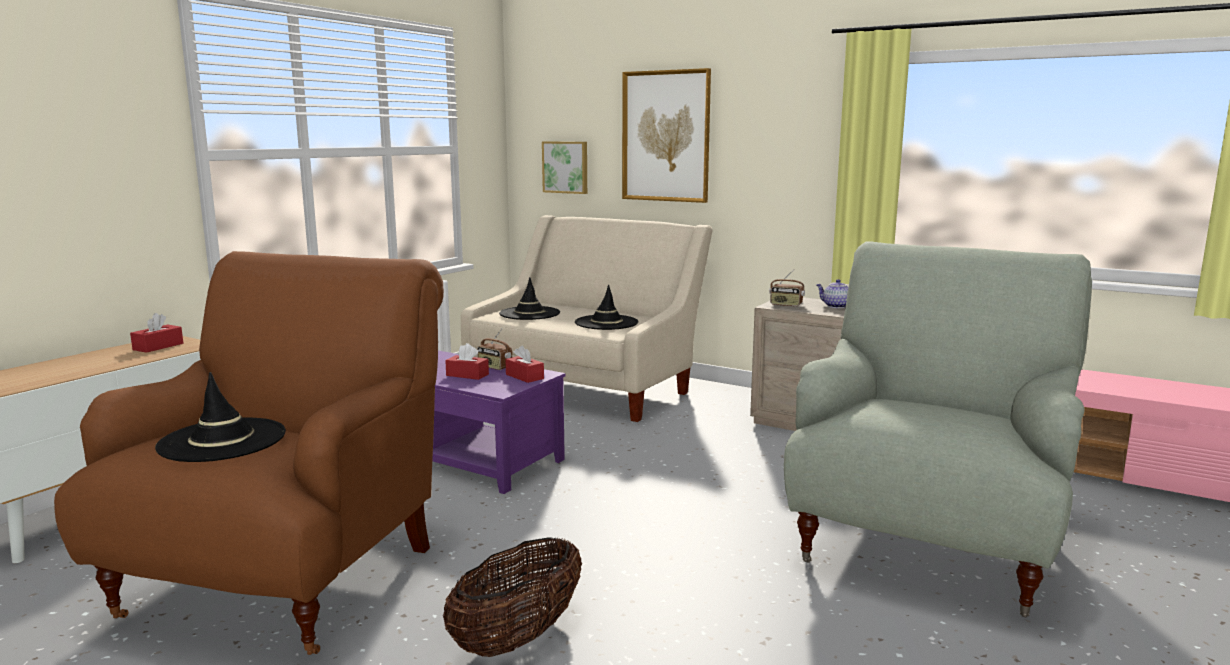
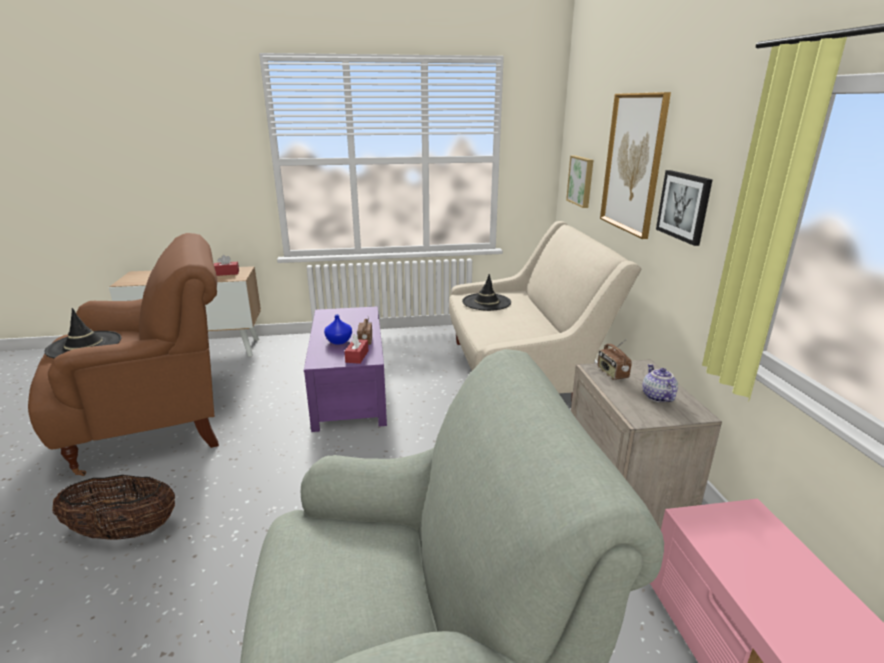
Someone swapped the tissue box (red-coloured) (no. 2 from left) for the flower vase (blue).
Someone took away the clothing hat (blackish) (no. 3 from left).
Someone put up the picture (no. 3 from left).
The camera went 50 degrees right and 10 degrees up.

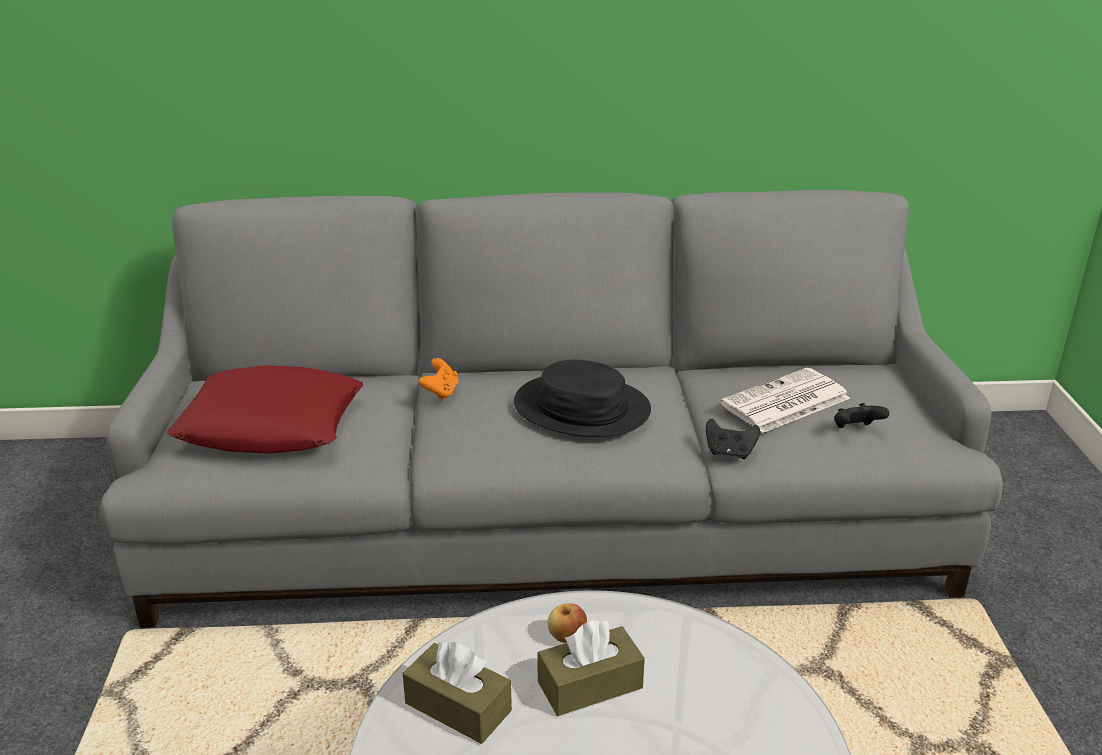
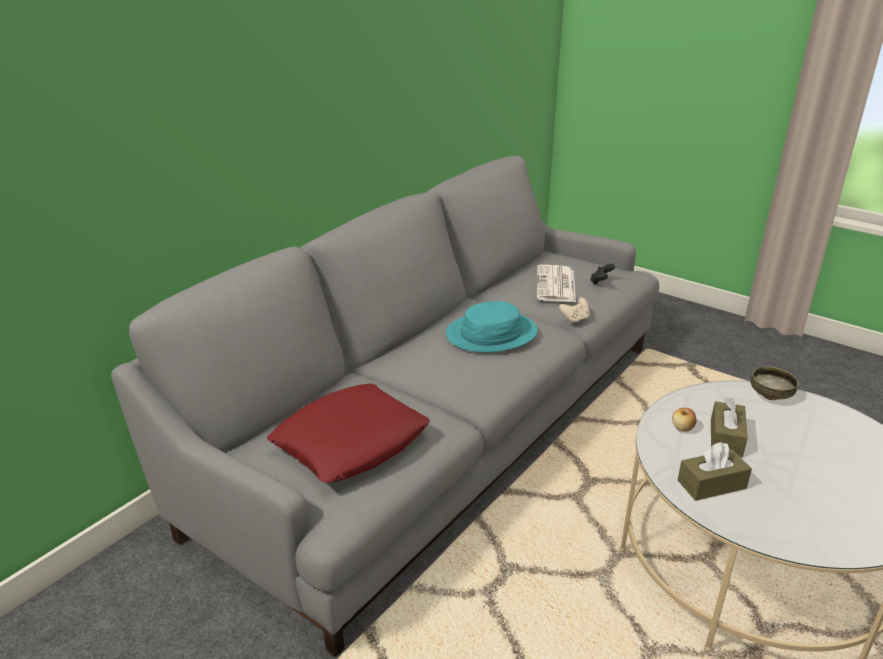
Someone took away the joypad (orange-coloured).
Someone repainted the clothing hat (blackish), which became the clothing hat (turquoise).
Someone repainted the joypad (blackish) (no. 1 from left), which became the joypad (beige-coloured).
Someone put down the bowl.
The camera went 50 degrees left and 0 degrees up.

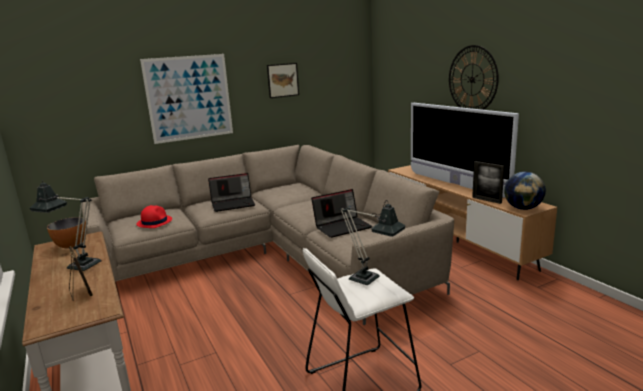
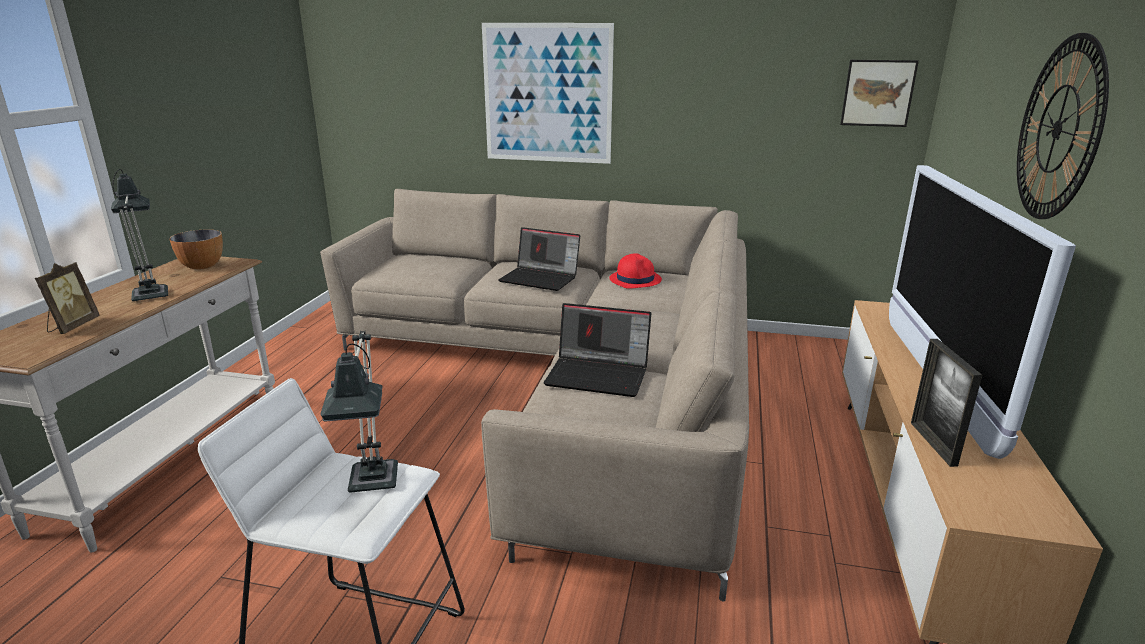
Someone carried the clothing hat (red-coloured).
Someone carried the picture (no. 2 from left).
Someone took away the world globe.
The camera went 40 degrees right and 5 degrees up.

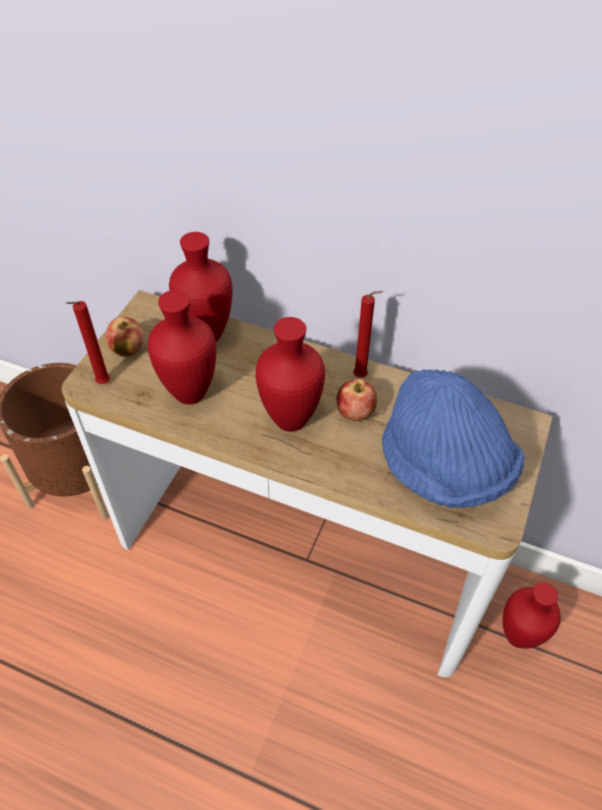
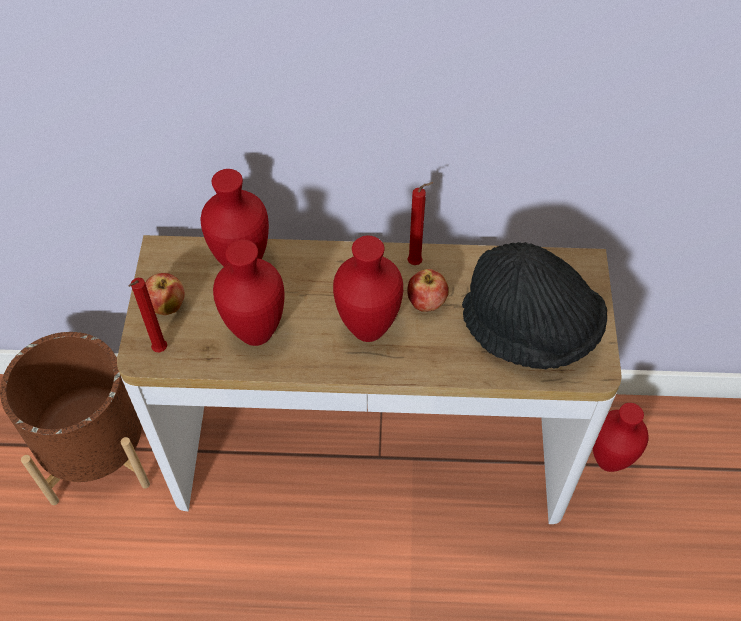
Someone repainted the clothing hat (blue), which became the clothing hat (blackish).
The camera went 20 degrees left and 5 degrees up.

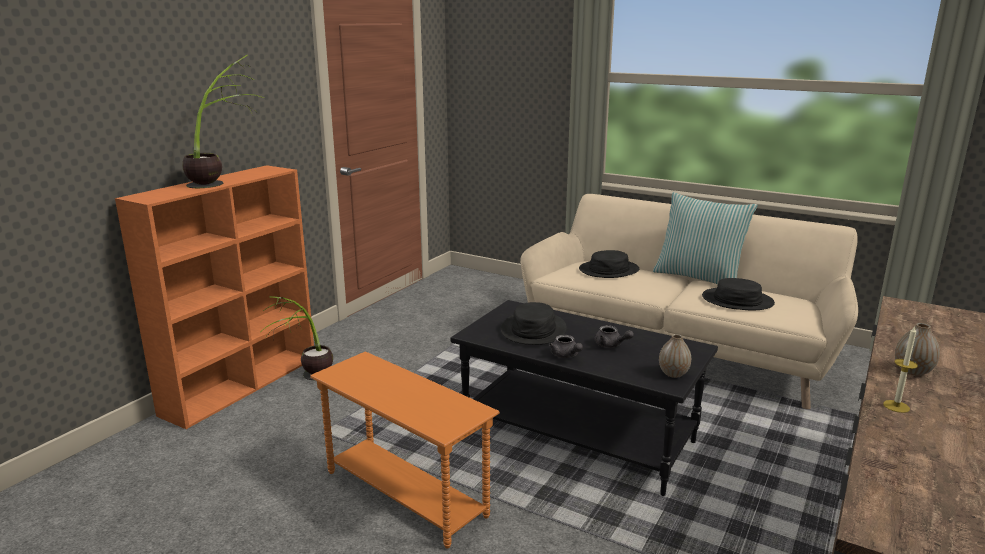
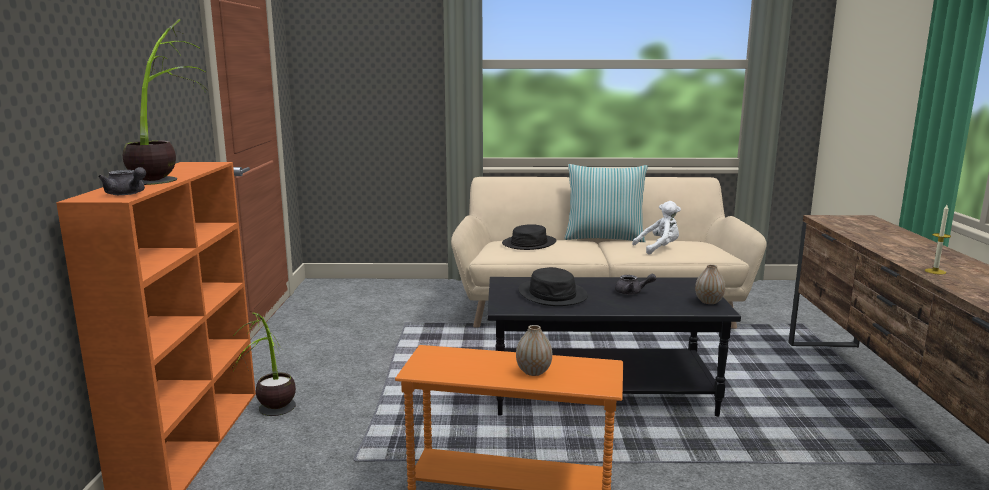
Someone carried the teapot (gray) (no. 1 from left).
Someone swapped the clothing hat (blackish) (no. 3 from left) for the soft toy (white).
Someone carried the flower vase (no. 2 from left in the first image).
The camera went 30 degrees left and 5 degrees down.

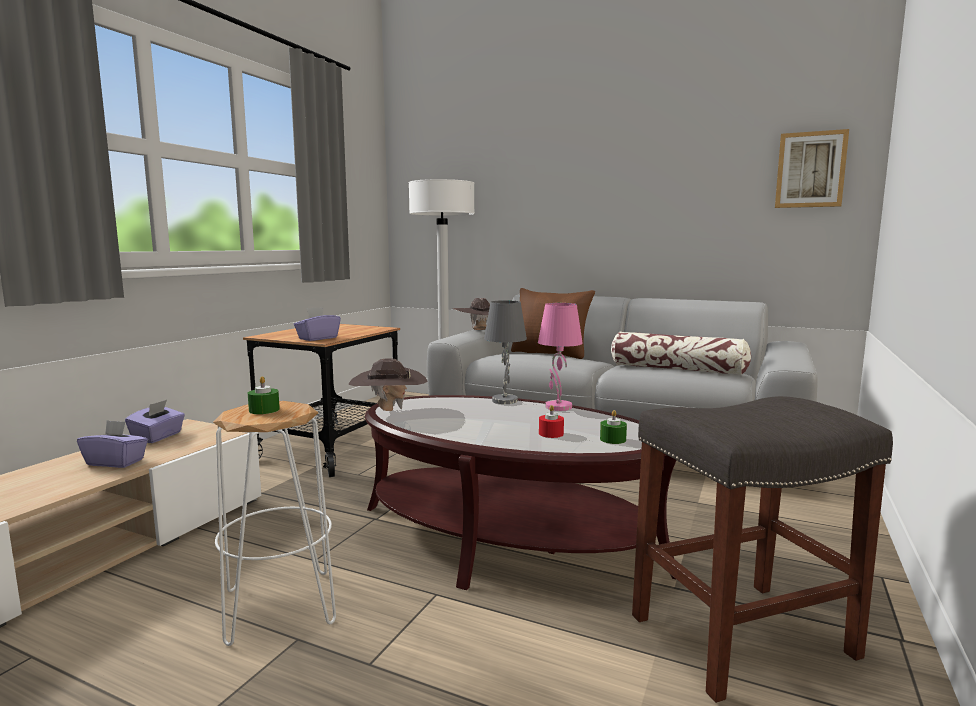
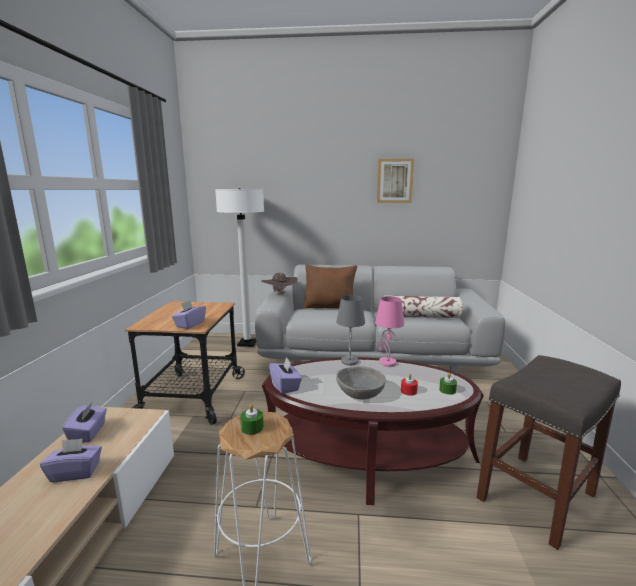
Someone swapped the clothing hat (brown-coloured) (no. 1 from left) for the tissue box (purplish) (no. 4 from left).
Someone carried the picture.
Someone put down the bowl (gray).
The camera went 20 degrees left and 5 degrees up.

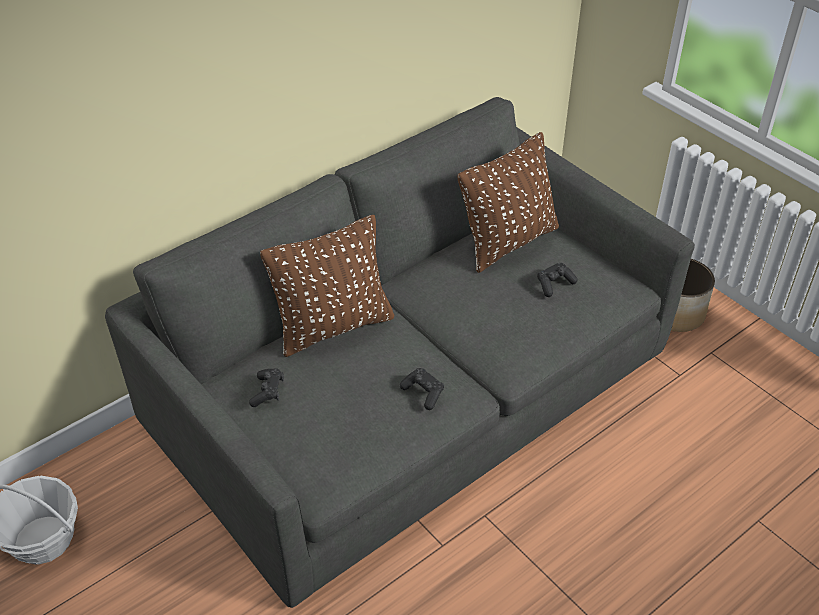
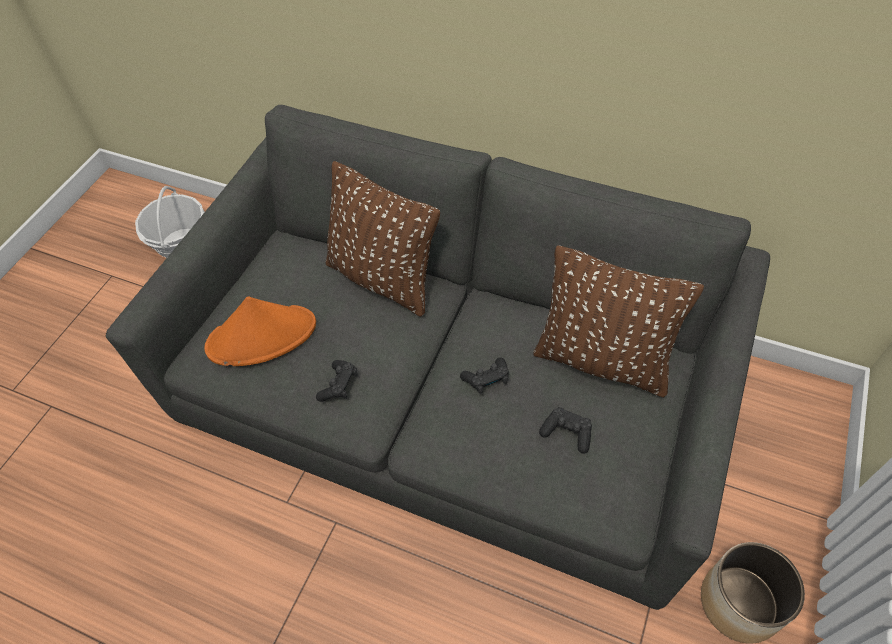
Someone carried the joypad (blackish) (no. 1 from left in the first image).
Someone put down the clothing hat (orange-coloured).
The camera went 65 degrees right and 10 degrees up.

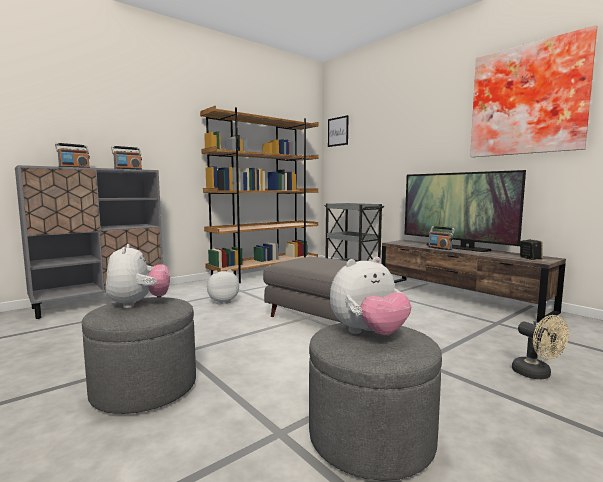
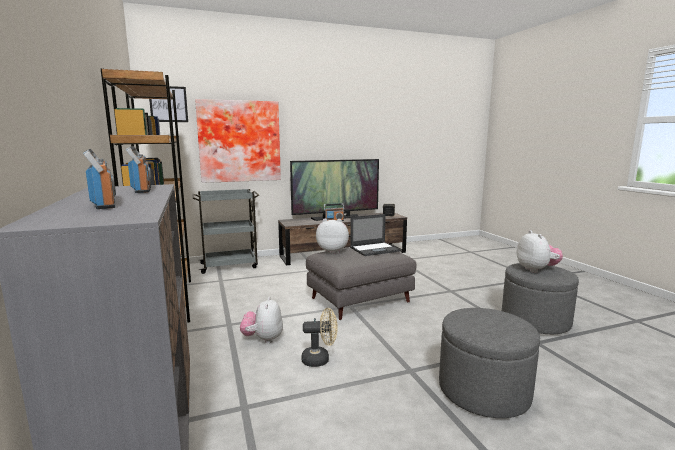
Someone carried the soft toy (no. 1 from left in the first image).
Someone carried the picture (no. 2 from left).
Someone carried the cooling fan (beige-coloured).
Someone put down the portable computer.
The camera went 70 degrees left and 5 degrees up.

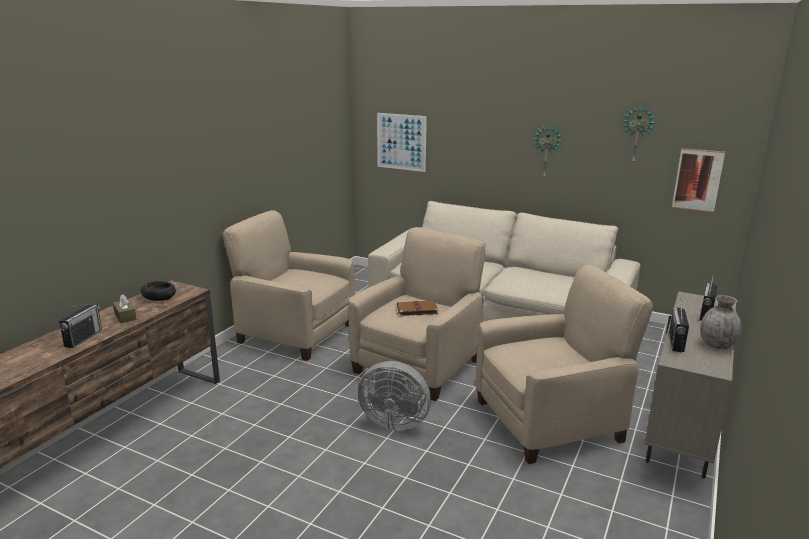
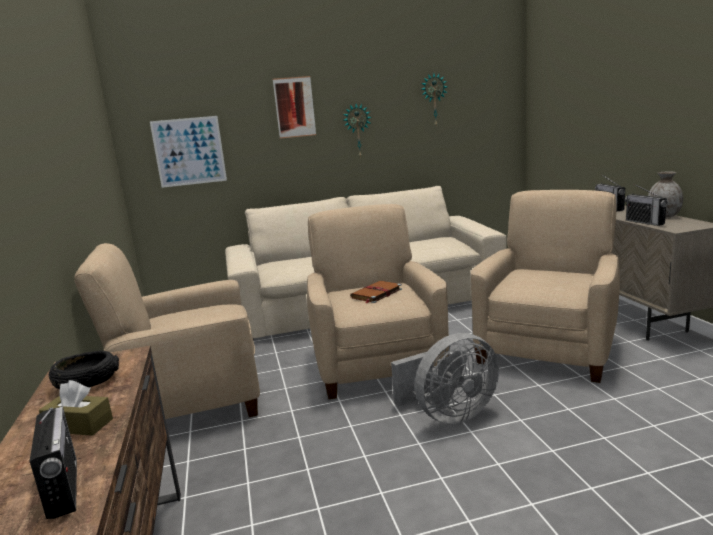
Someone carried the picture (no. 2 from left).
The camera went 40 degrees left and 5 degrees down.

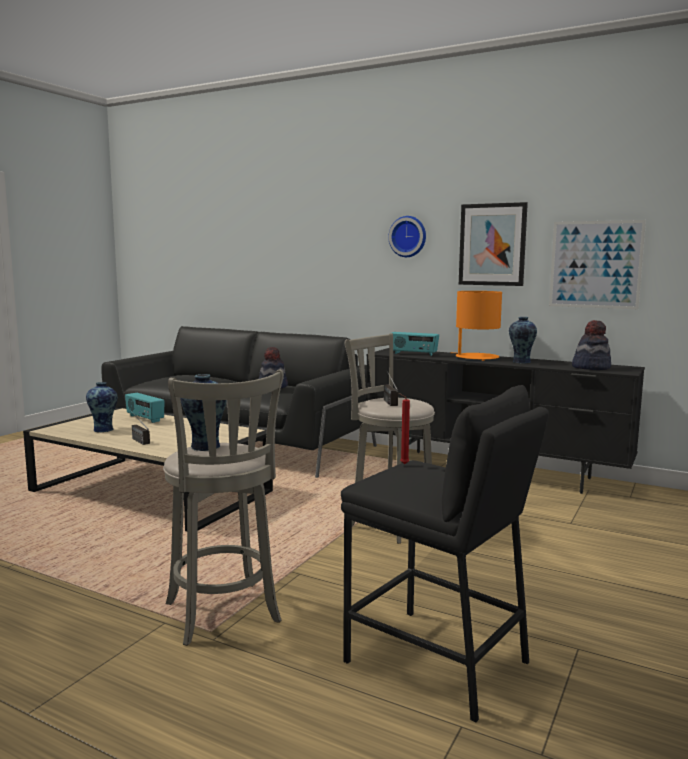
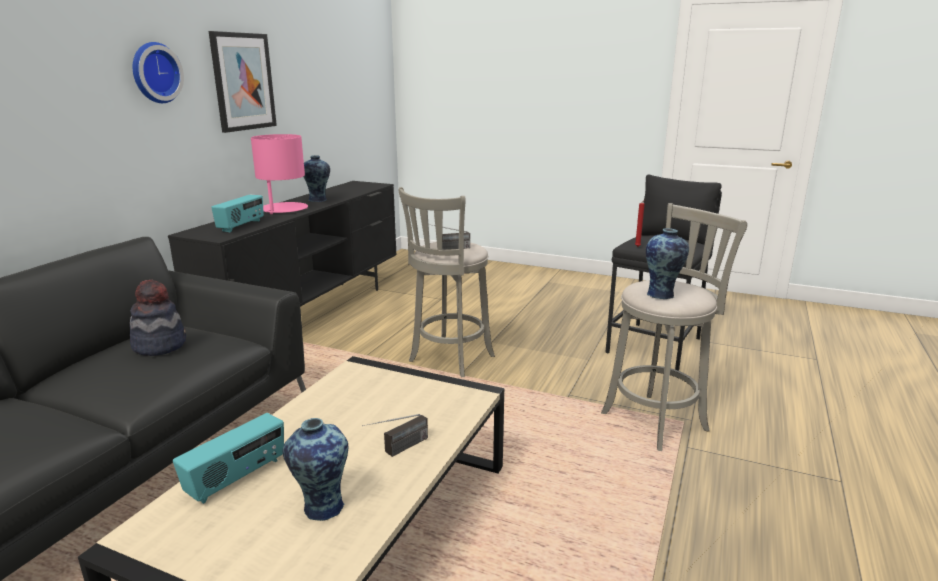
Someone repainted the tabletop lamp (orange-coloured), which became the tabletop lamp (pink).
Someone took away the picture (no. 2 from left).
Someone took away the clothing hat (no. 2 from left).
The camera went 95 degrees left and 10 degrees up.

